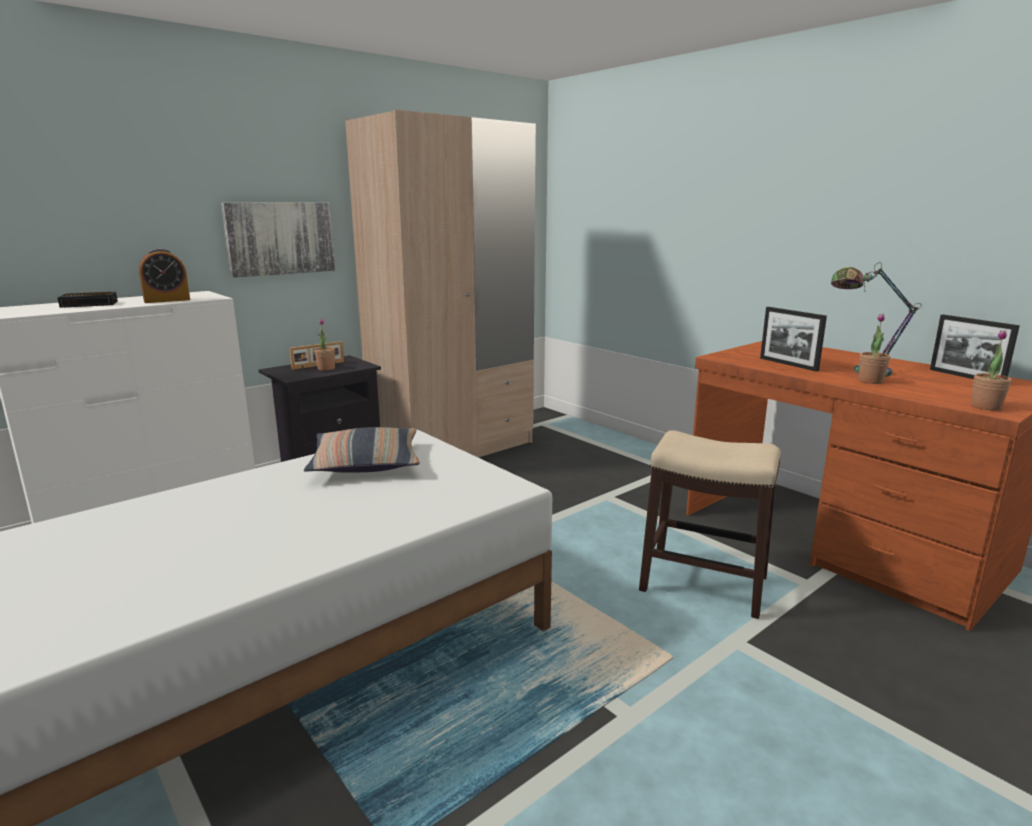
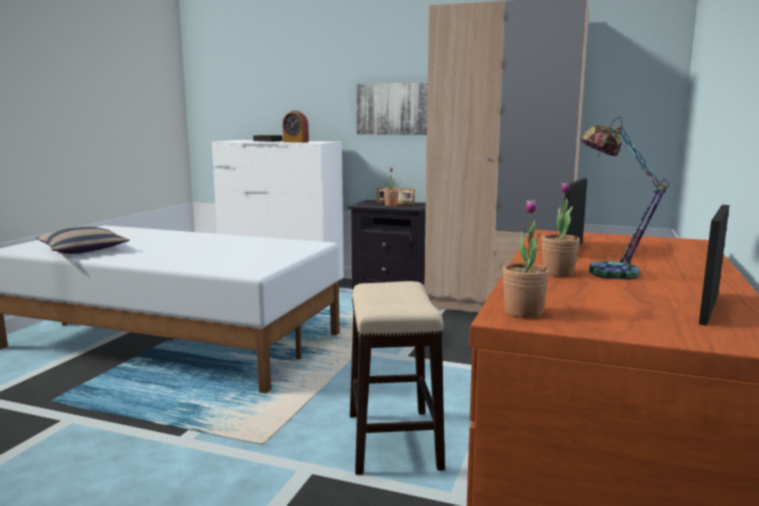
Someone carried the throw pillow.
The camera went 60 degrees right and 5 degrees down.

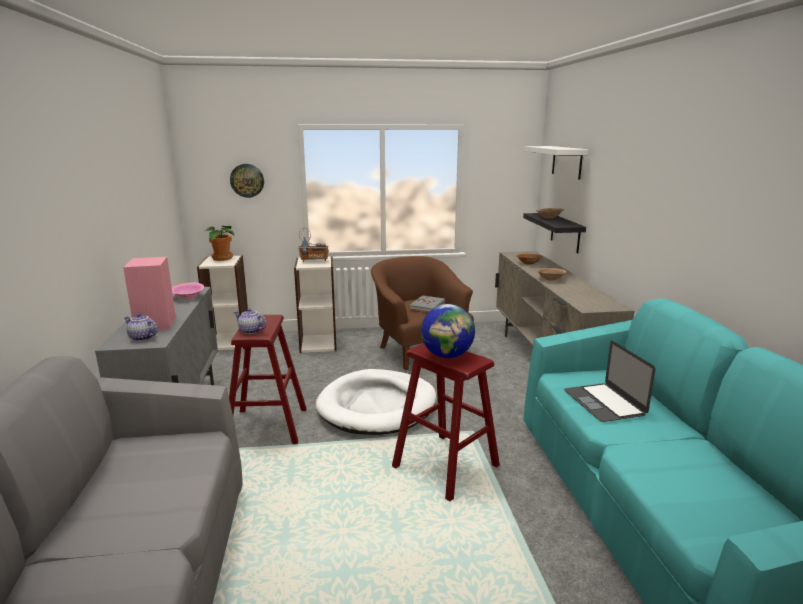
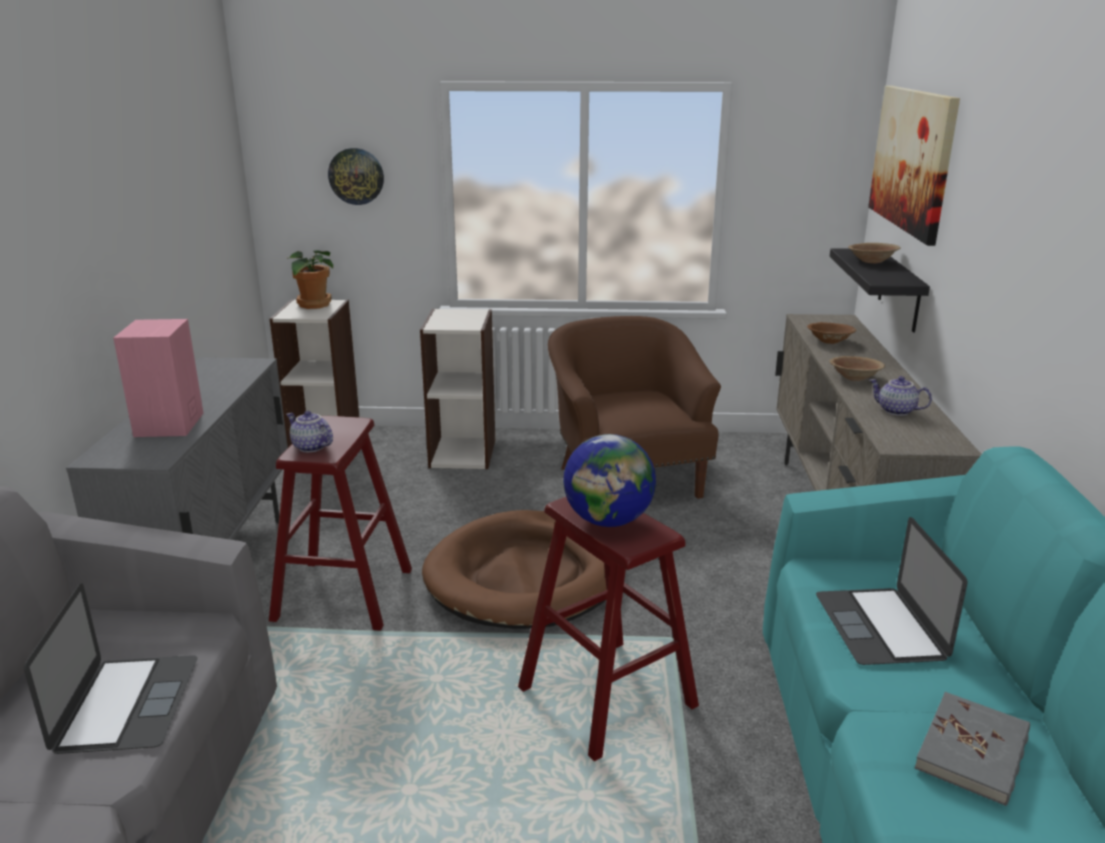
Someone carried the teapot (no. 1 from left in the first image).
Someone took away the bowl (pink).
Someone took away the radio set.
Someone repainted the dog bed (white), which became the dog bed (brown-coloured).
Someone carried the book (gray).
Someone swapped the wall shelf (white) for the picture.
Someone put down the portable computer (no. 1 from left).
The camera went 10 degrees right and 5 degrees up.

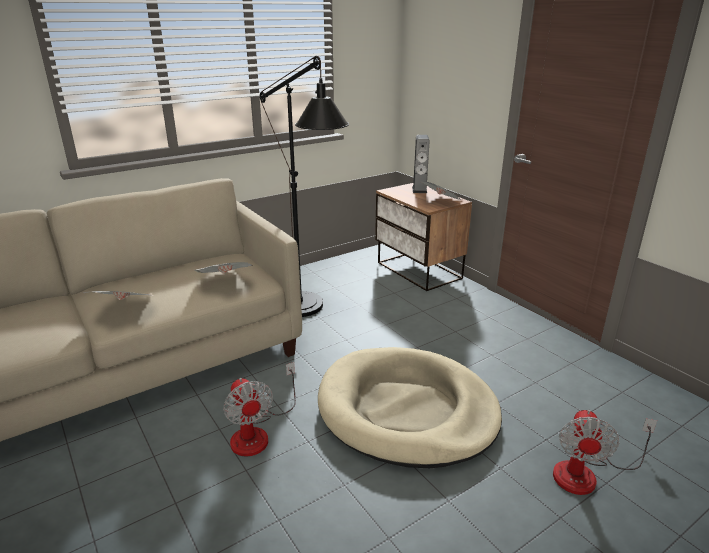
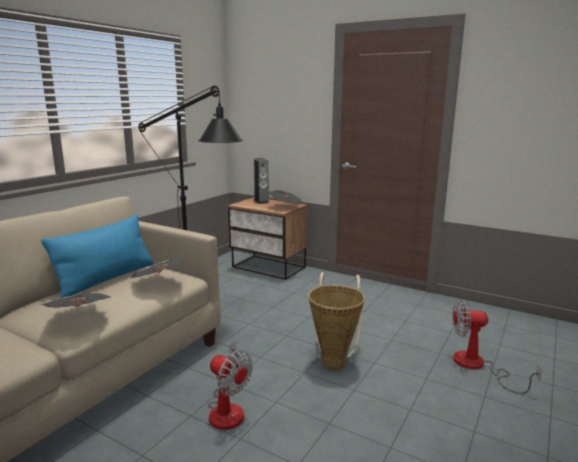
Someone swapped the dog bed (beige-coloured) for the household basket.
Someone rotated the cooling fan (no. 2 from left) by 105 degrees clockwise.
Someone put down the throw pillow (blue).
The camera went 25 degrees left and 10 degrees down.

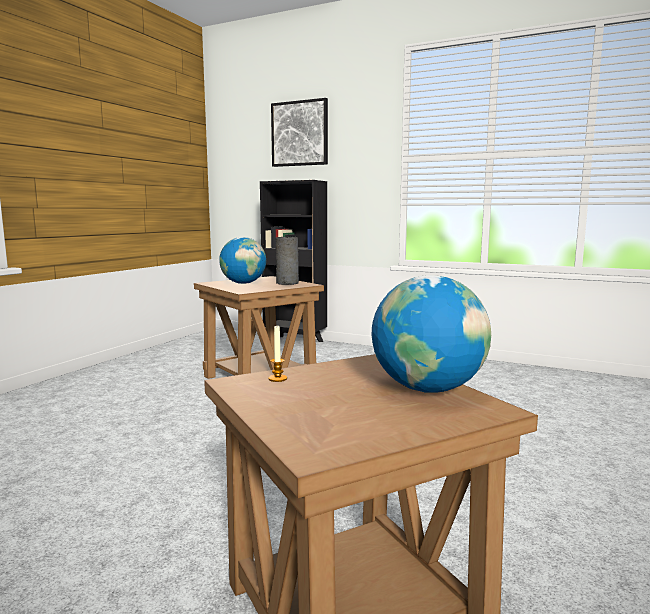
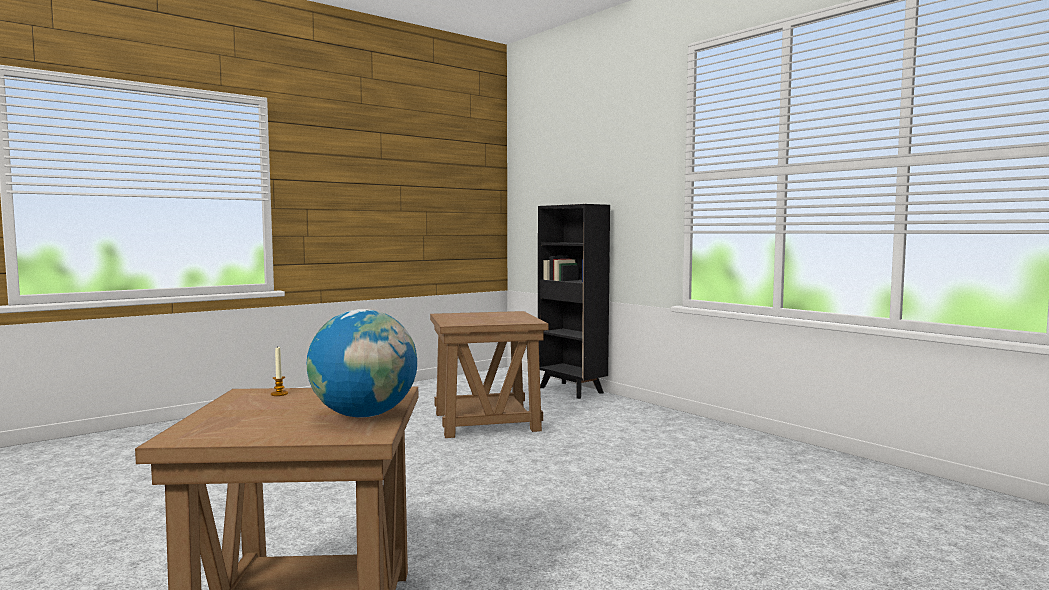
Someone took away the world globe (no. 1 from left).
Someone took away the picture.
Someone took away the flower vase (gray).
The camera went 25 degrees right and 5 degrees down.

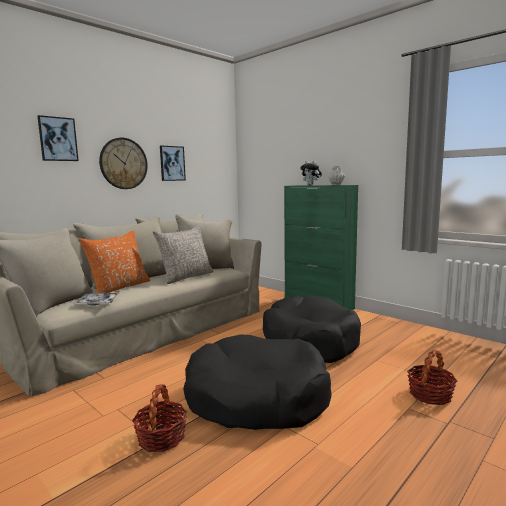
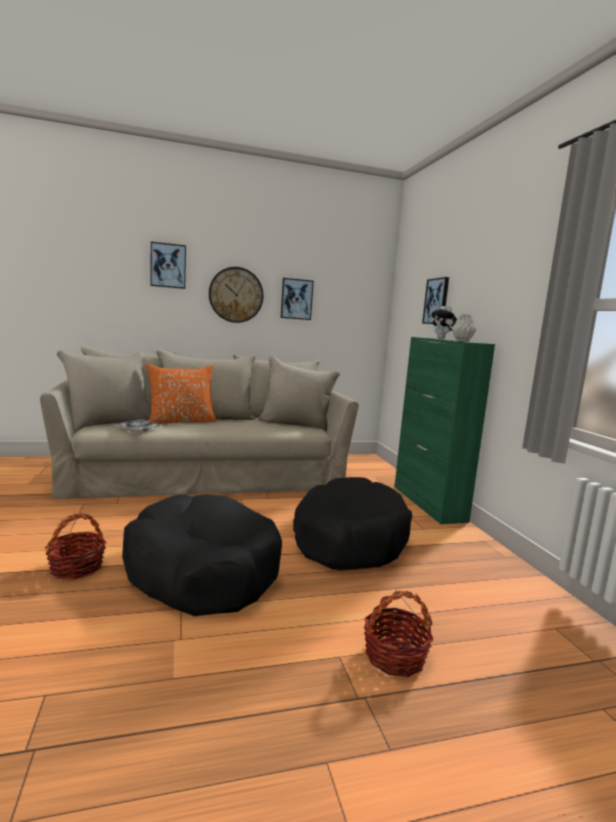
Someone took away the throw pillow (gray).
Someone put up the picture (no. 3 from left).
The camera went 30 degrees right and 0 degrees up.

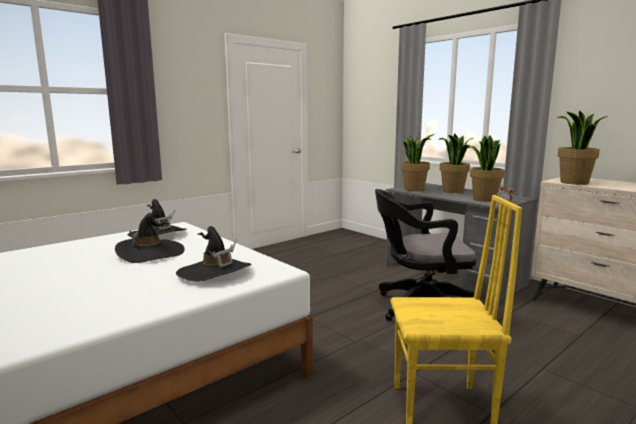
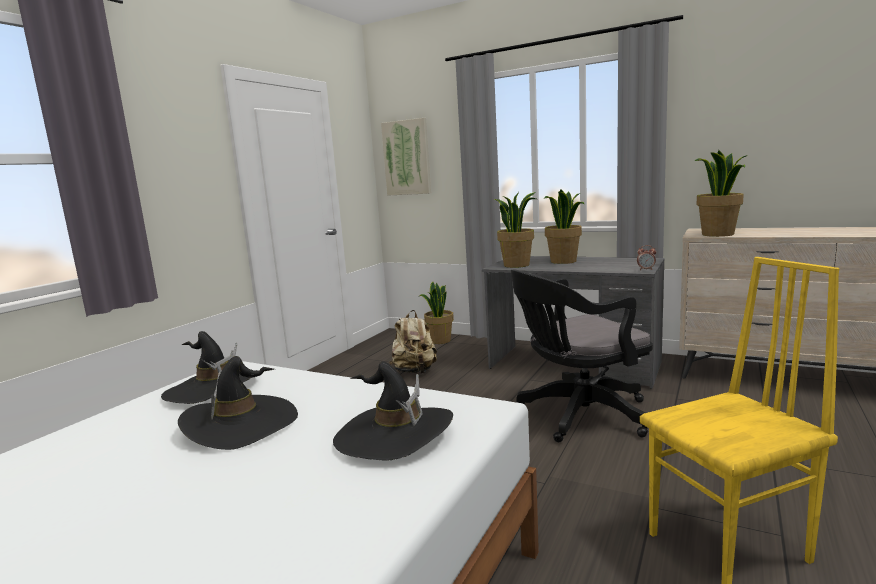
Someone carried the plant in a pot (no. 3 from left in the first image).
Someone put up the picture.
Someone put down the knapsack (beige-coloured).
The camera went 20 degrees left and 0 degrees up.

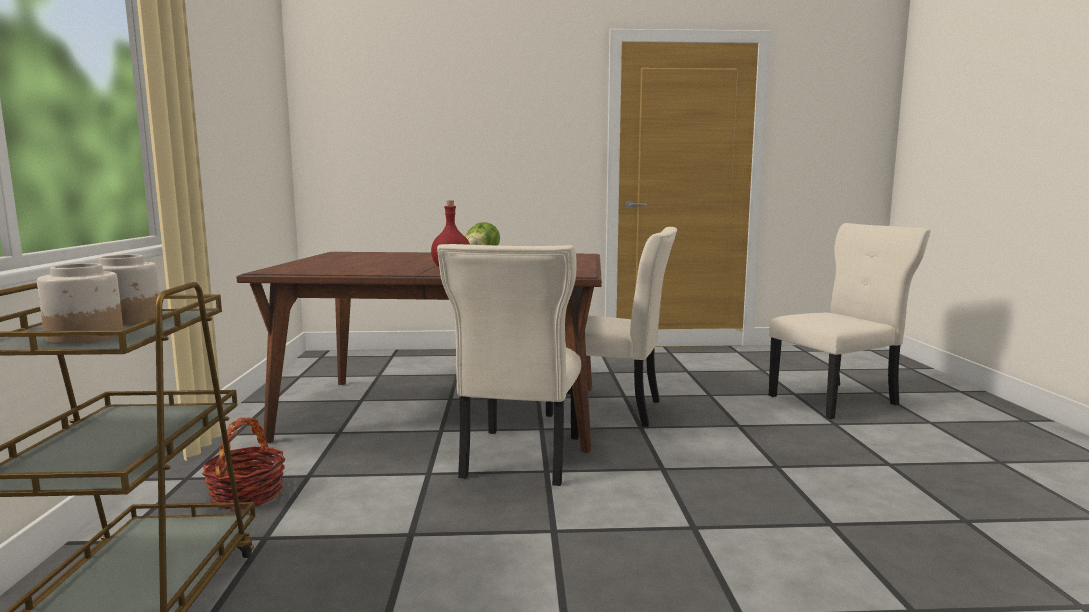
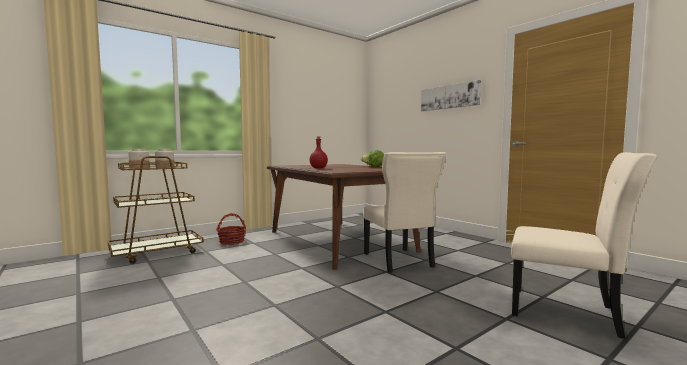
Someone took away the upright chair (beige-coloured) (no. 1 from left).
Someone put up the picture.
The camera went 55 degrees right and 5 degrees down.

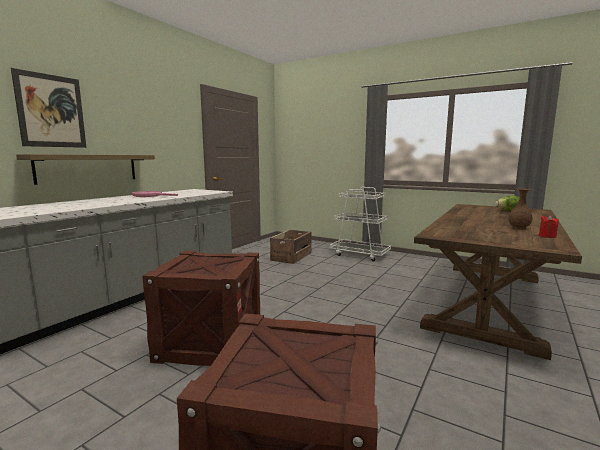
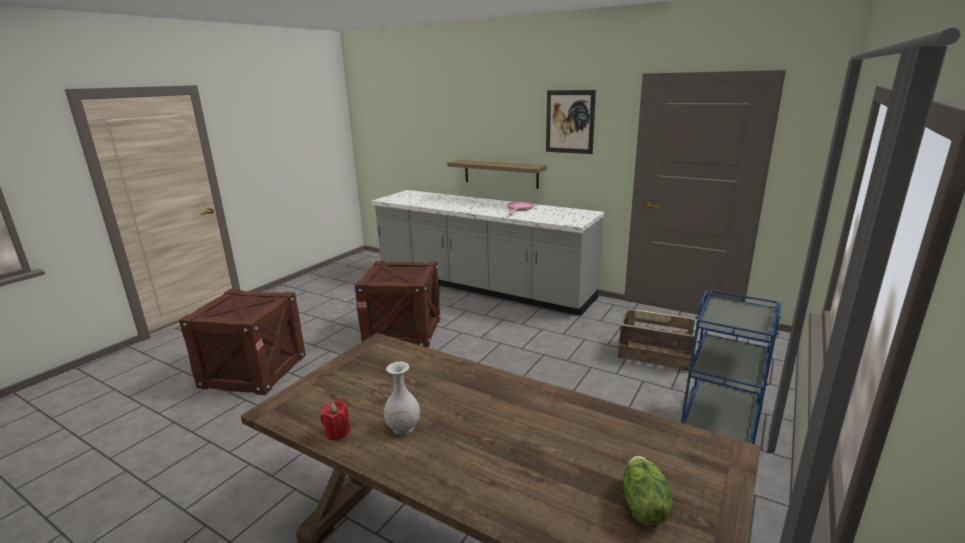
Someone carried the picture.
Someone repainted the cart (white), which became the cart (blue).
Someone repainted the flower vase (brown-coloured), which became the flower vase (white).
The camera went 90 degrees right and 10 degrees up.

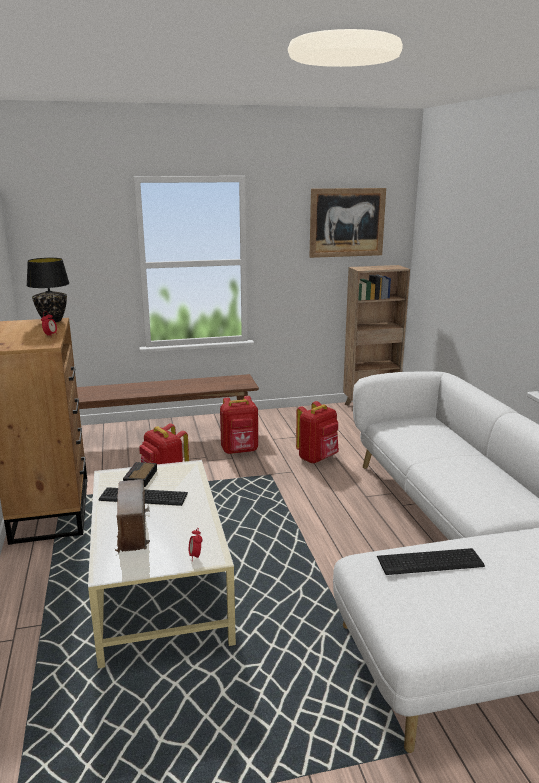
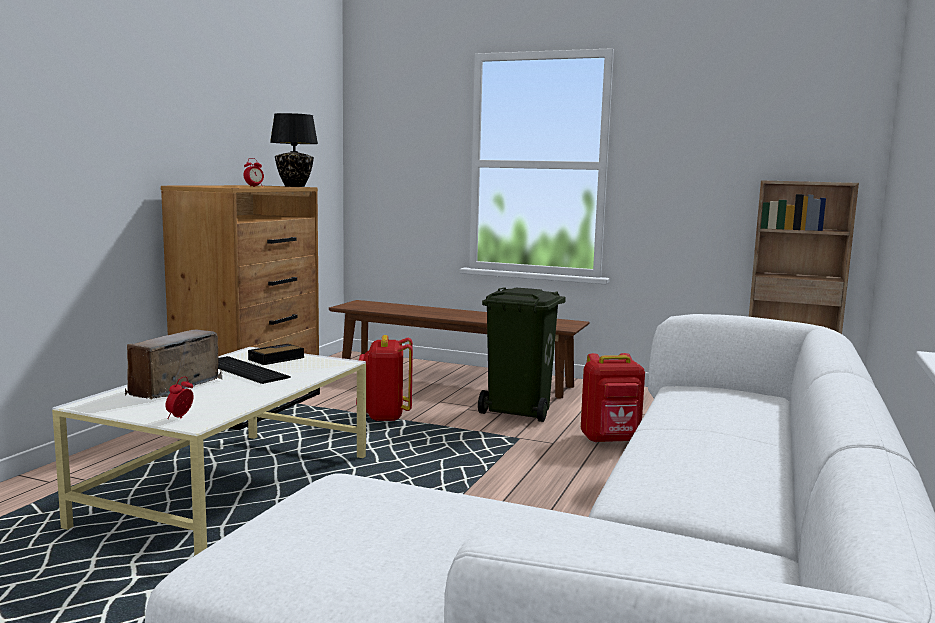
Someone swapped the knapsack (red-coloured) (no. 2 from left) for the rubbish bin (greenish).
Someone took away the picture.
Someone took away the keyboard (no. 2 from left).
The camera went 35 degrees right and 10 degrees down.

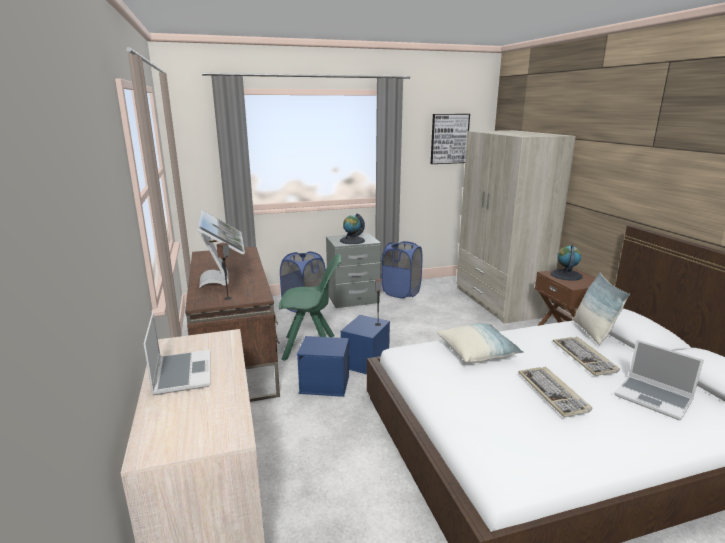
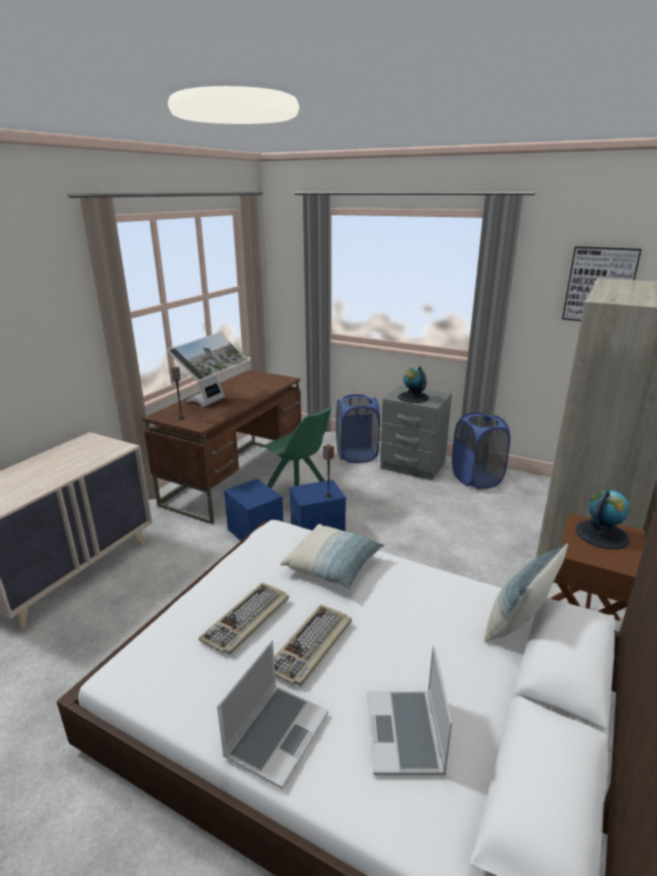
Someone carried the portable computer (no. 1 from left).
Someone carried the keyboard (no. 2 from left in the first image).
The camera went 45 degrees right and 5 degrees up.

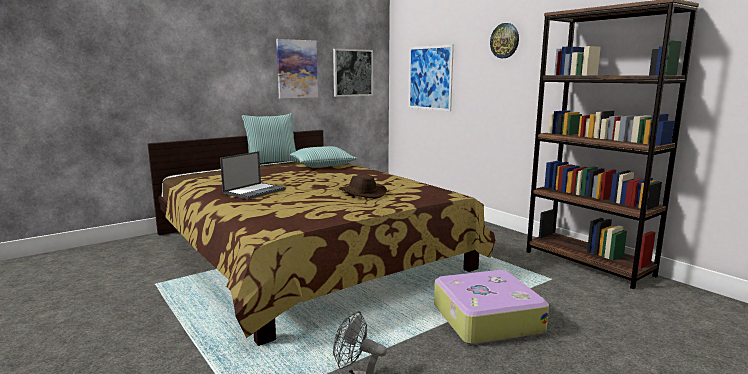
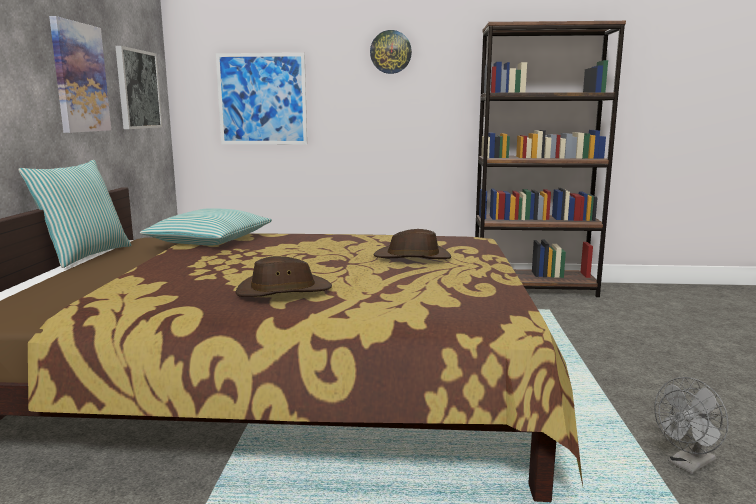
Someone swapped the portable computer for the clothing hat (brown-coloured) (no. 1 from left).
Someone took away the piece of luggage.
The camera went 50 degrees left and 0 degrees up.

